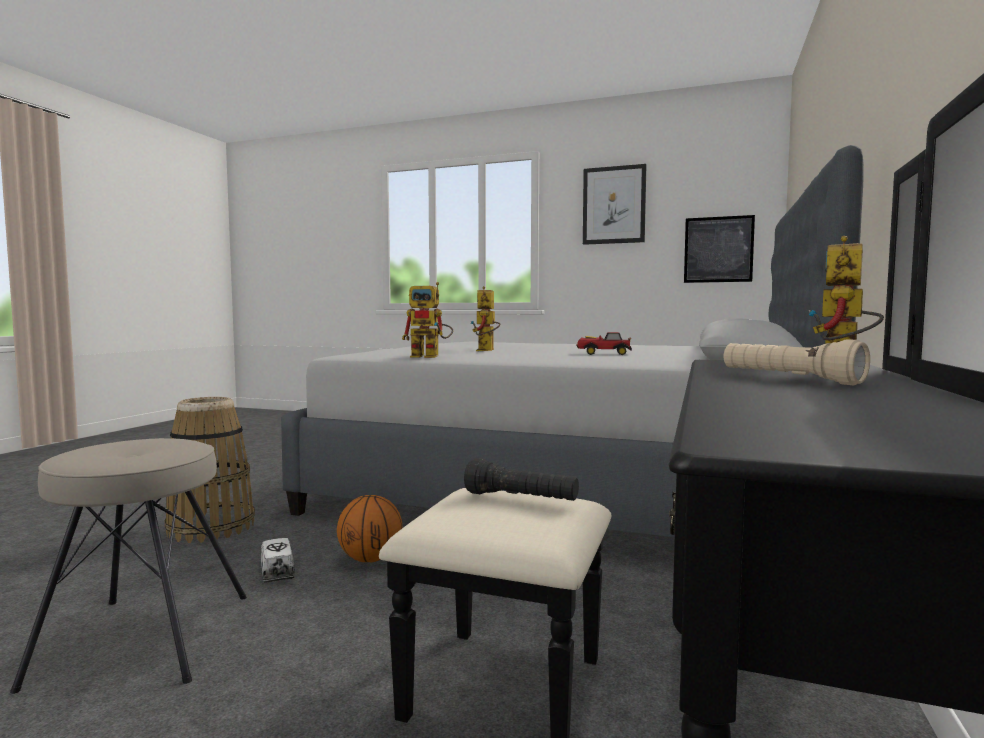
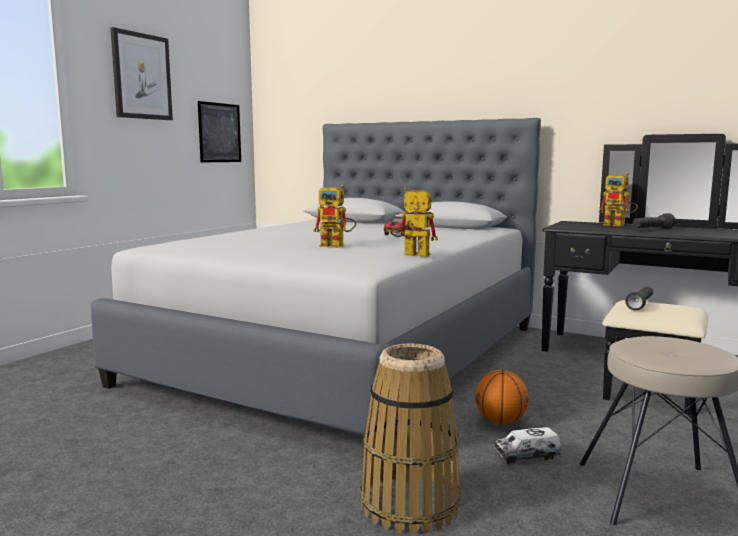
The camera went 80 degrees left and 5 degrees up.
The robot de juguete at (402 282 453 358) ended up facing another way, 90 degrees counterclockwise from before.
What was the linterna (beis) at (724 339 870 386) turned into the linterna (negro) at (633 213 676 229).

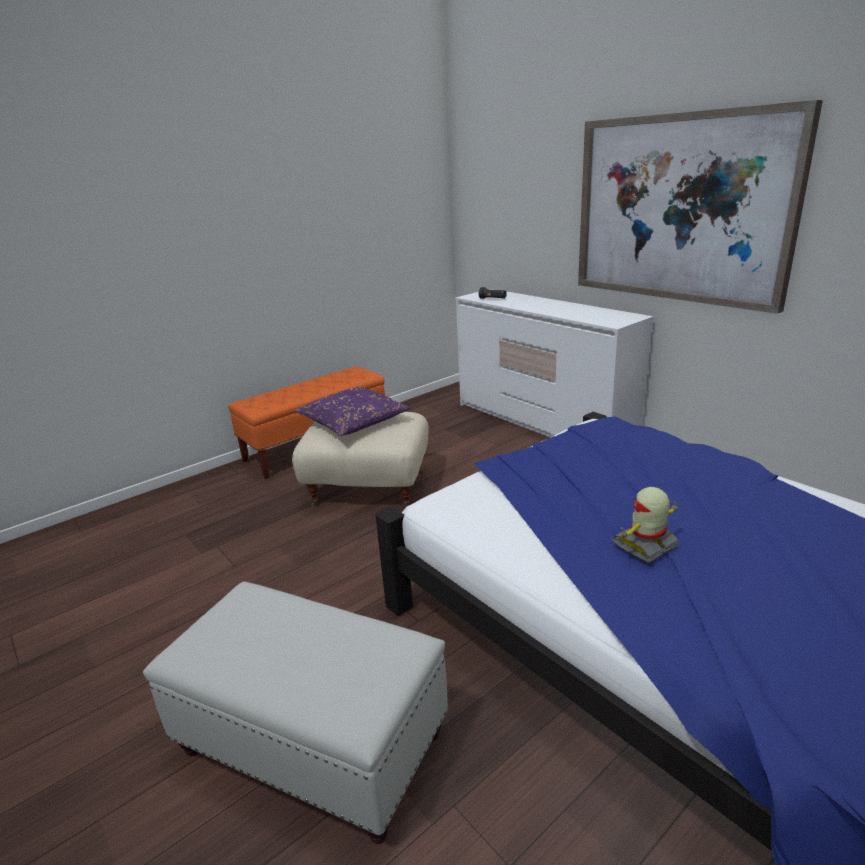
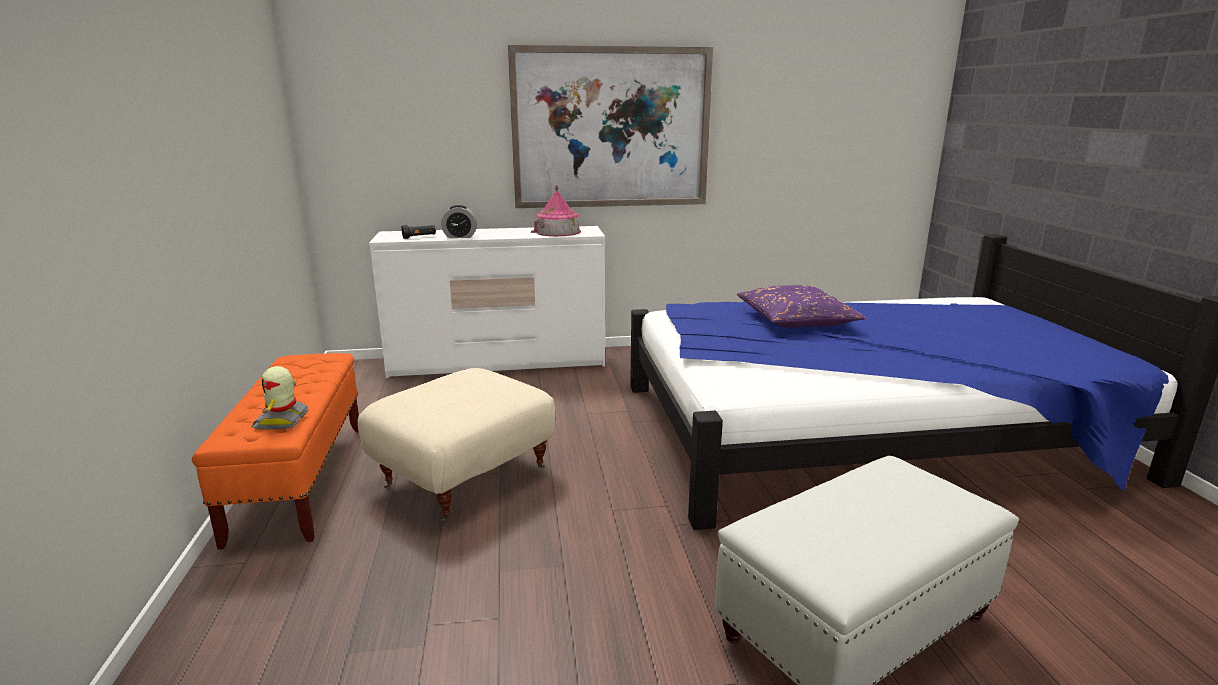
The camera went 60 degrees left and 5 degrees down.
The robot de juguete ended up elsewhere, having gone from (612 487 680 563) to (252 366 309 429).
The second view gained the despertador at (441 205 477 238).
The second view gained the casita at (531 185 581 236).
The cojín (morado) ended up elsewhere, having gone from (295 387 410 436) to (737 285 866 328).

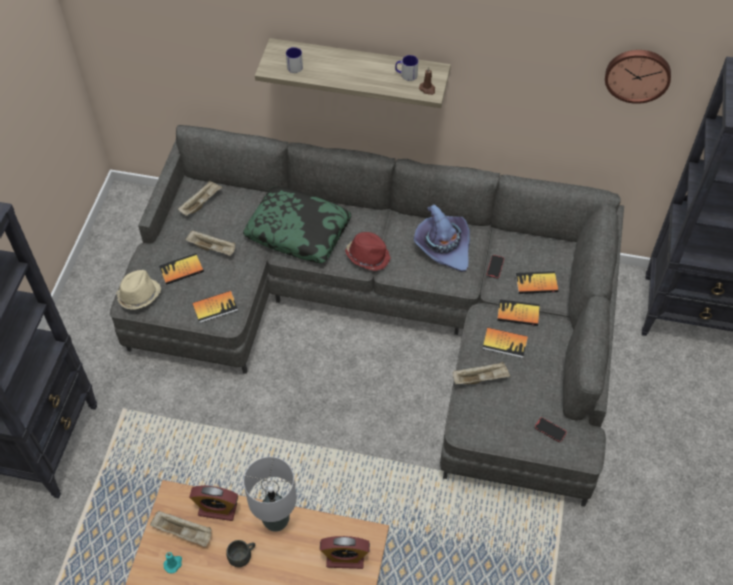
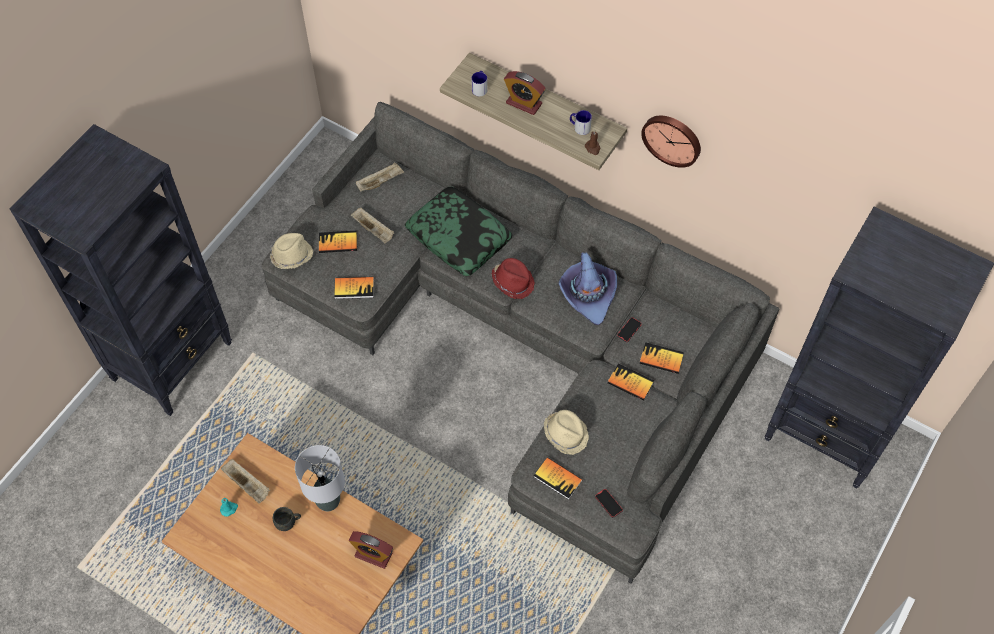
The camera went 20 degrees right and 5 degrees up.
The despertador ended up elsewhere, having gone from (189 486 238 521) to (504 71 546 115).
The libro ended up elsewhere, having gone from (483 327 528 358) to (534 457 583 500).
Where the bandeja (beis) stood at (453 362 510 384), the sombrero (beis) came to stand at (544 410 589 455).
The reloj de pared ended up elsewhere, having gone from (605 50 671 104) to (641 116 701 168).

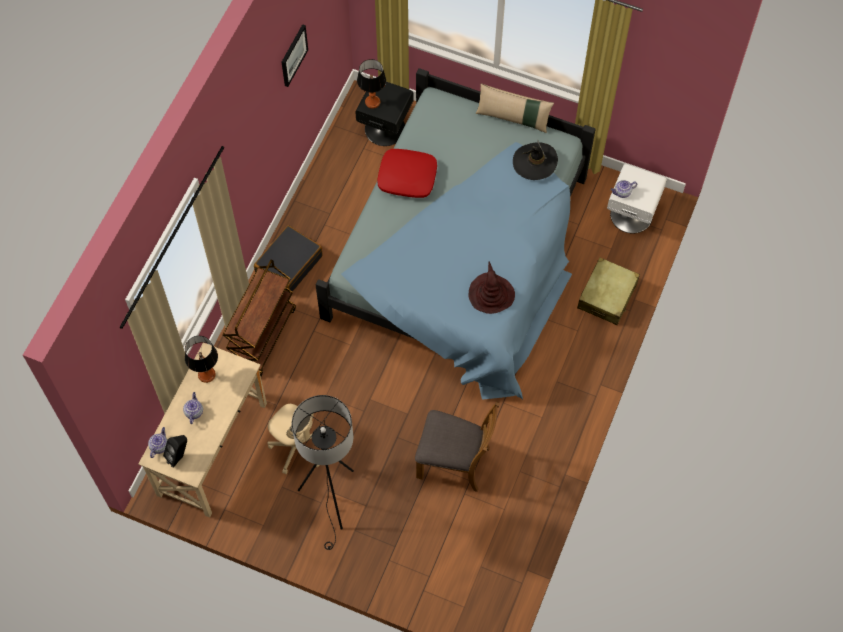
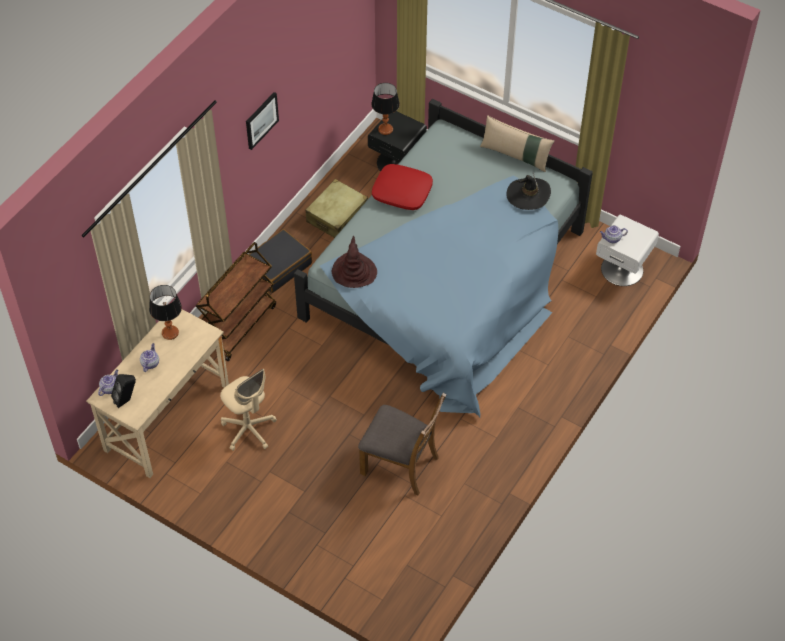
The camera went 10 degrees right and 10 degrees down.
The cuadro ended up elsewhere, having gone from (282 24 308 87) to (246 92 279 150).
The maleta (beis) ended up elsewhere, having gone from (577 257 640 325) to (306 179 368 238).
The sombrero (marrón) ended up elsewhere, having gone from (469 262 515 314) to (332 235 377 288).
The second view lost the lámpara de pie (negro) at (292 395 354 550).

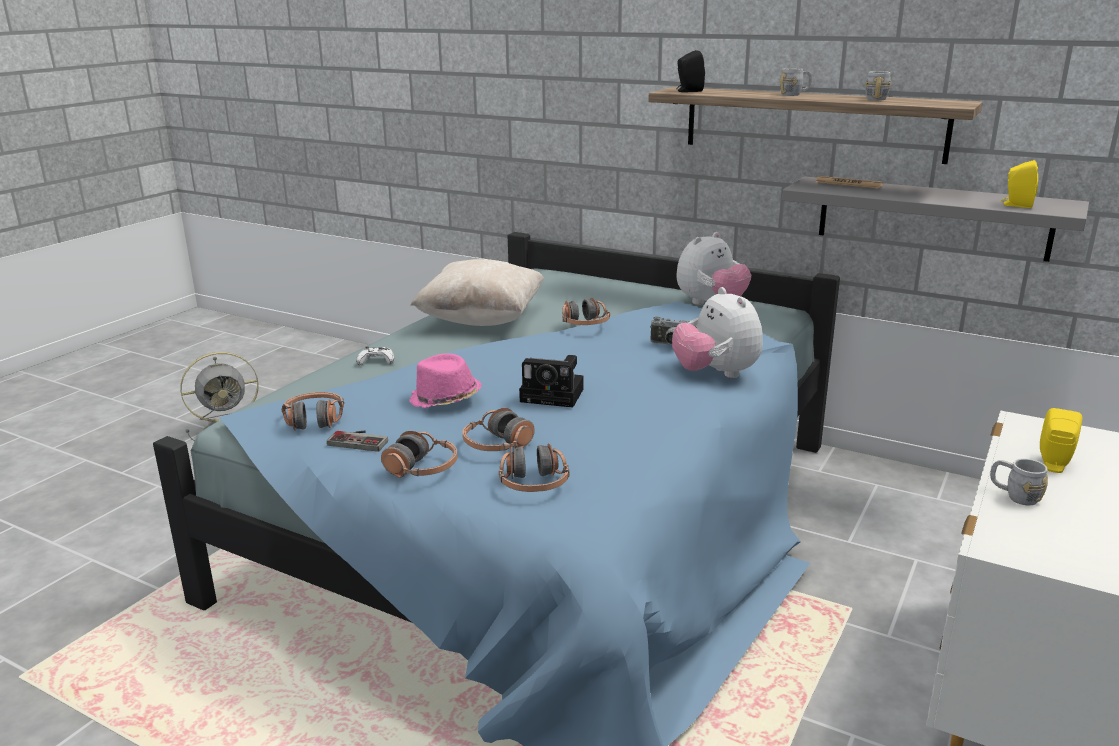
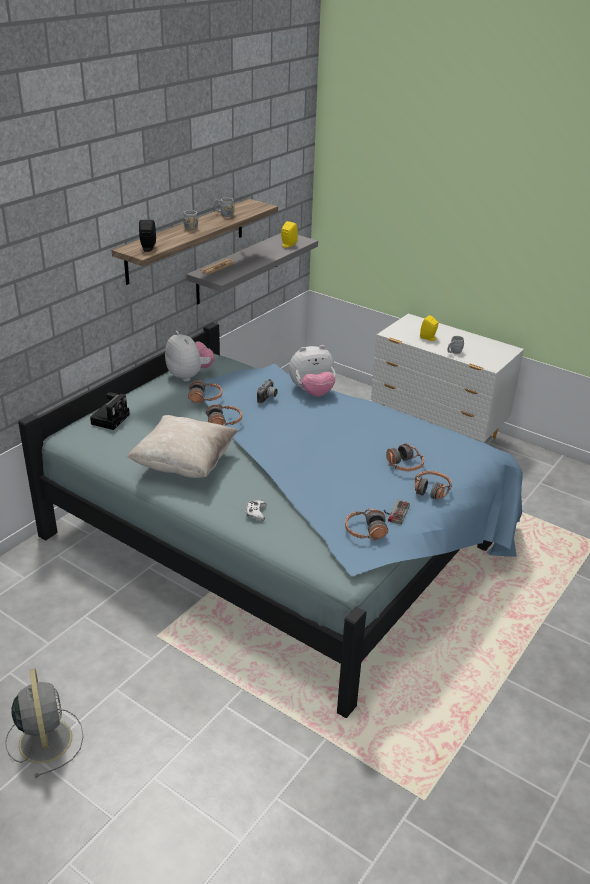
The camera went 85 degrees left and 10 degrees up.
The cámara ended up elsewhere, having gone from (519 355 584 407) to (90 392 130 430).
The auriculares ended up elsewhere, having gone from (499 444 570 492) to (188 380 222 403).
The second view lost the sombrero (rosa) at (409 353 482 408).

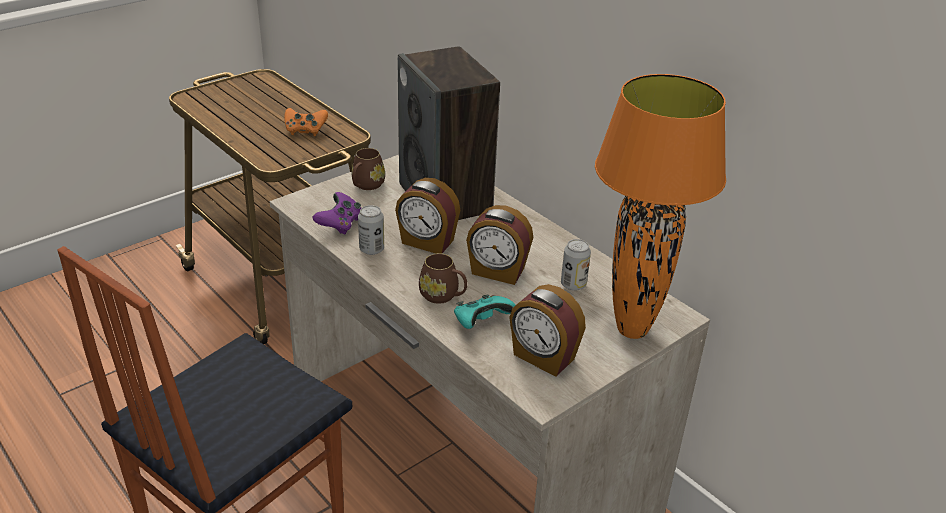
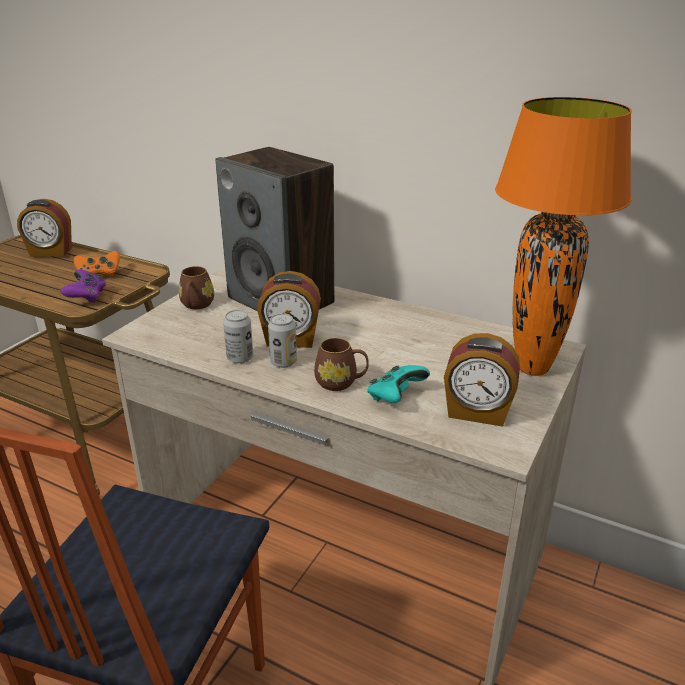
The camera went 20 degrees left and 5 degrees down.
The despertador ended up elsewhere, having gone from (466 205 533 285) to (17 199 72 257).
The mando de consola (morado) ended up elsewhere, having gone from (312 192 361 235) to (61 270 106 303).
The lata ended up elsewhere, having gone from (561 239 591 291) to (268 313 297 368).

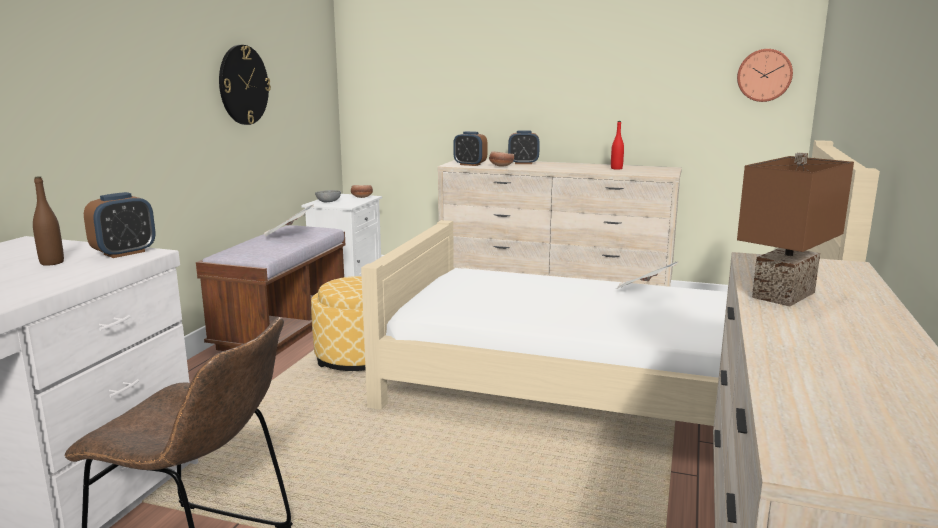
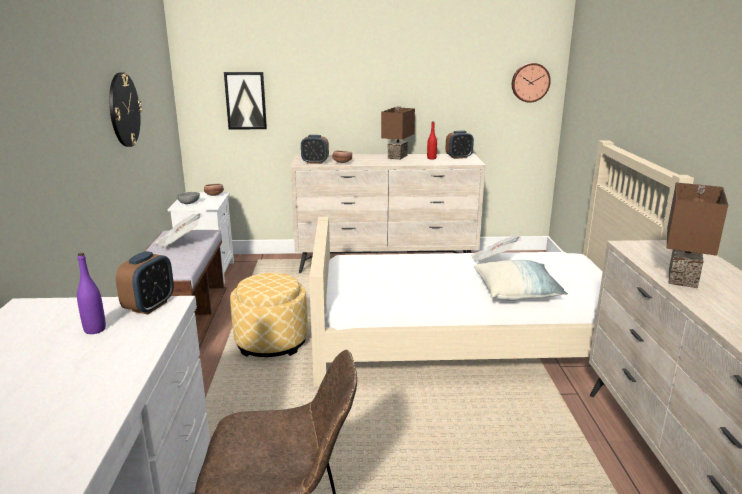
The camera went 20 degrees left and 5 degrees up.
What was the botella (marrón) at (33 176 64 266) turned into the botella (morado) at (77 253 106 334).
The second view gained the cuadro at (224 72 267 130).
The second view gained the lámpara de mesa (marrón) at (381 106 415 160).
The despertador ended up elsewhere, having gone from (508 130 540 164) to (445 131 474 159).
The second view gained the cojín at (474 260 568 301).

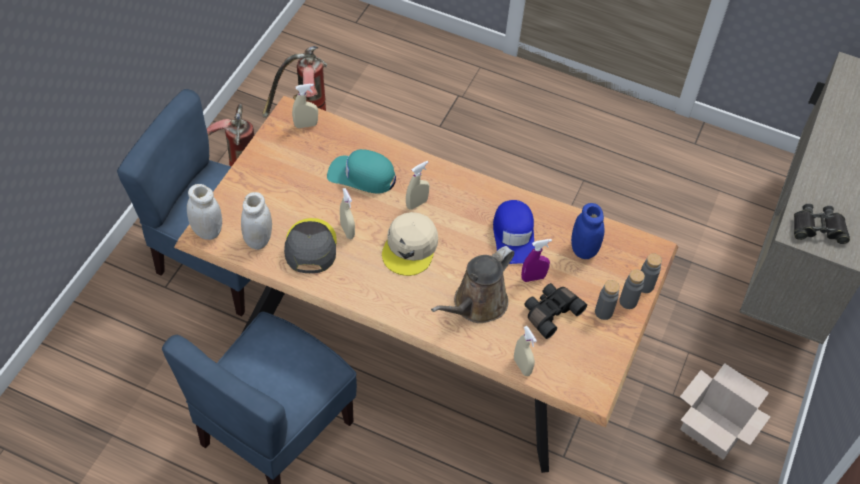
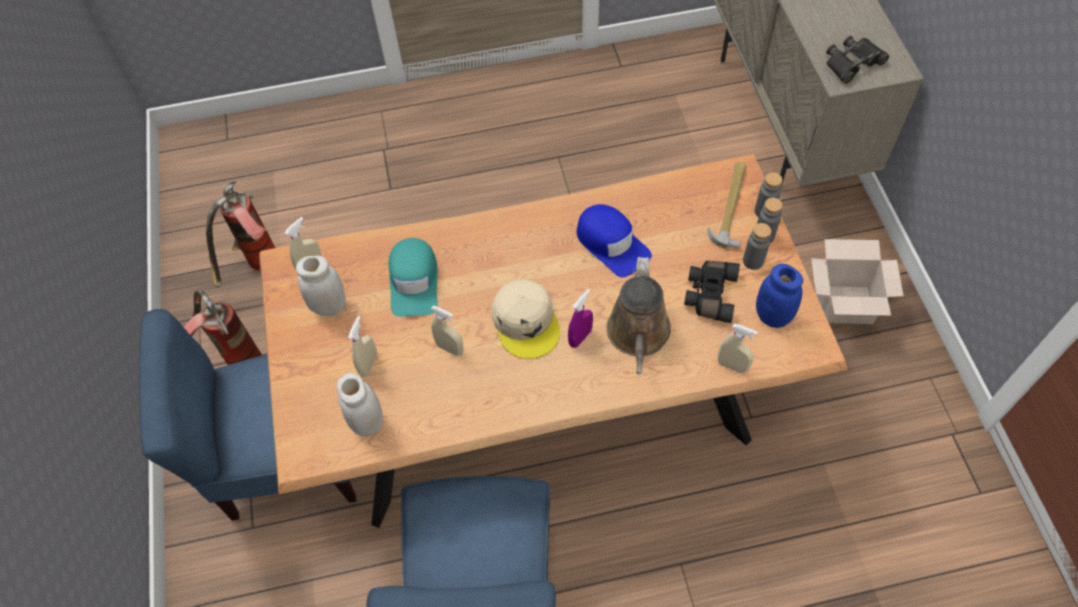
The camera went 30 degrees left and 5 degrees up.
The tarro (blanco) ended up elsewhere, having gone from (187 184 222 240) to (296 255 346 316).
The pulverizador (beis) ended up elsewhere, having gone from (406 161 429 210) to (348 316 377 377).
The gorra (turquesa) at (327 149 396 194) ended up facing another way, 75 degrees counterclockwise from before.
The pulverizador (morado) ended up elsewhere, having gone from (521 239 552 282) to (568 289 593 348).
The second view gained the martillo at (707 162 746 249).
The tarro (azul) ended up elsewhere, having gone from (571 203 604 259) to (756 264 803 328).
The second view lost the gorra (gris) at (284 218 337 273).

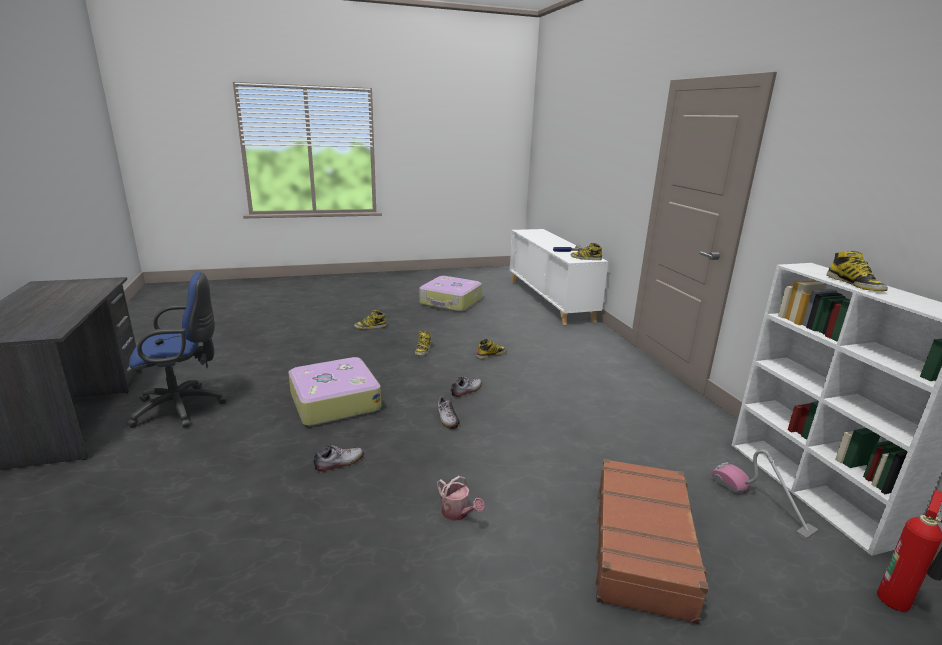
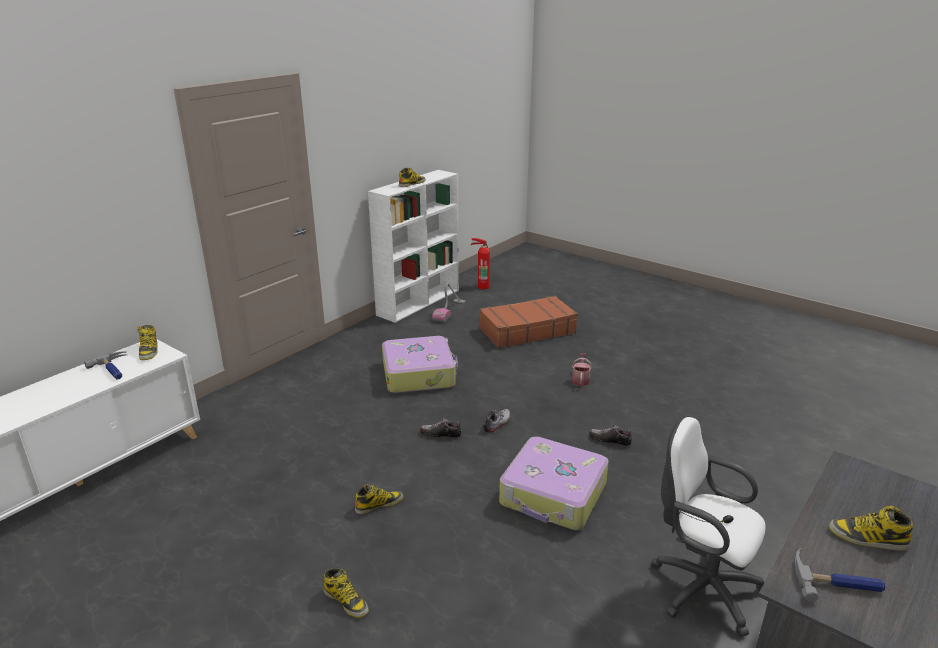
The camera went 125 degrees left and 5 degrees up.
The maleta ended up elsewhere, having gone from (419 276 482 312) to (382 336 458 393).
What was the silla de oficina (azul) at (127 272 227 428) turned into the silla de oficina (blanco) at (650 416 766 637).
The second view gained the martillo at (794 548 885 602).
The bota ended up elsewhere, having gone from (477 339 507 359) to (828 506 913 551).

